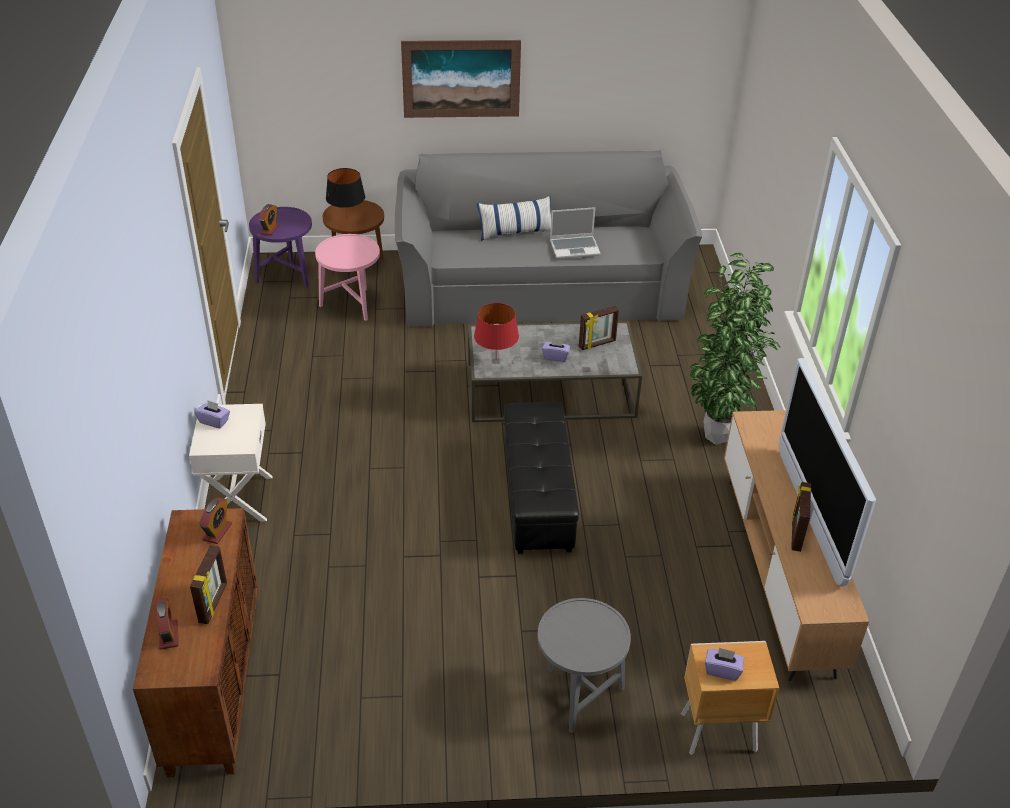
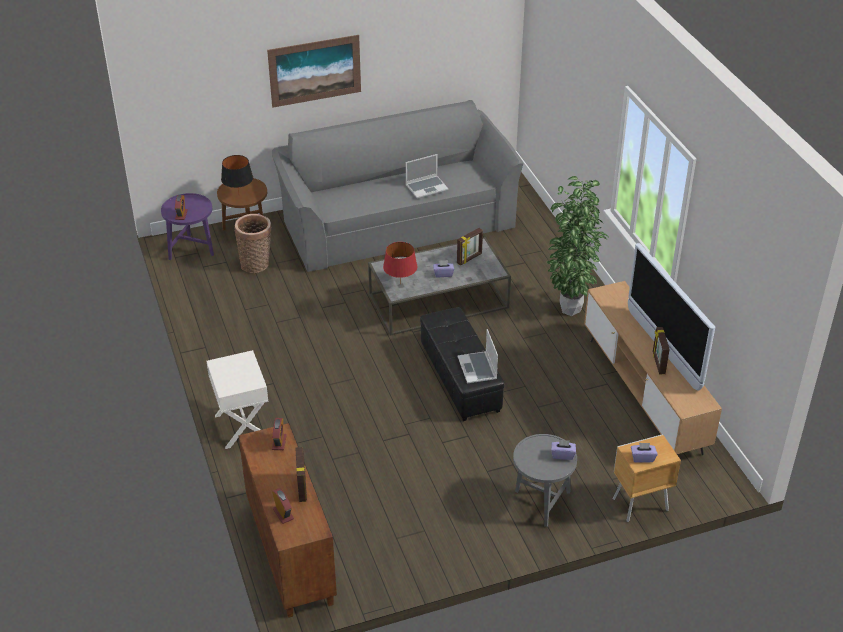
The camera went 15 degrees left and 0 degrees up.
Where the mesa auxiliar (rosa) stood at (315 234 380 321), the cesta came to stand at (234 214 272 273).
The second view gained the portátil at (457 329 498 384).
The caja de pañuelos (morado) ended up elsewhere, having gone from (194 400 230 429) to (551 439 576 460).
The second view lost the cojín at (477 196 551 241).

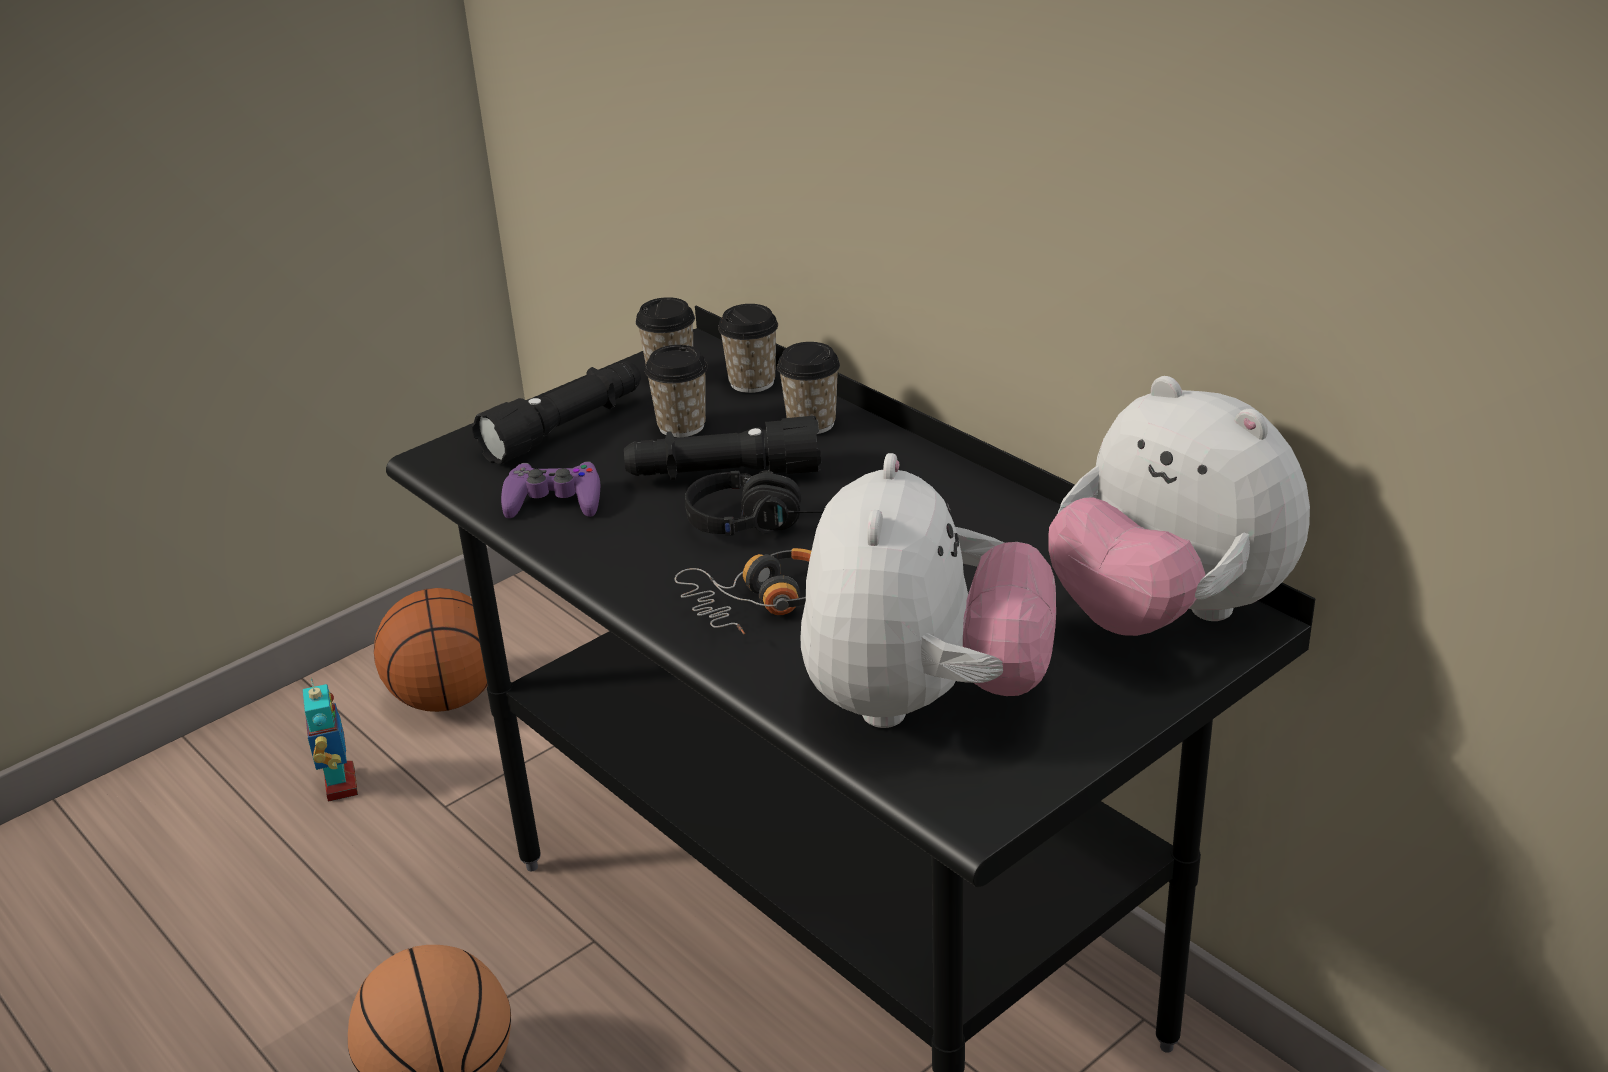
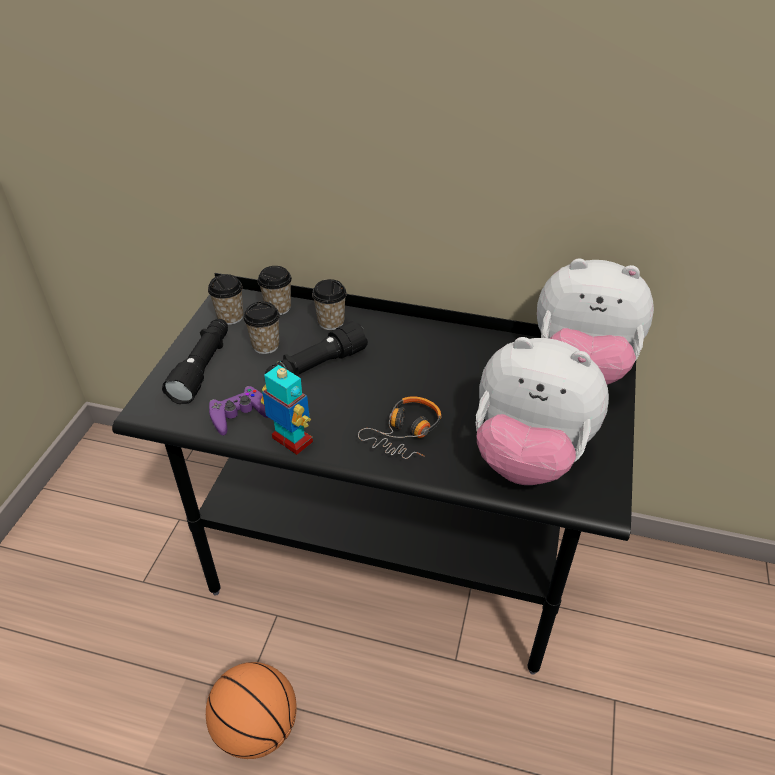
The camera went 35 degrees left and 10 degrees up.
The robot de juguete ended up elsewhere, having gone from (303 678 358 802) to (261 361 313 455).
The peluche at (801 453 1056 728) ended up facing another way, 135 degrees clockwise from before.
The second view lost the balón de baloncesto at (374 588 488 712).
The second view lost the auriculares (negro) at (685 470 824 535).

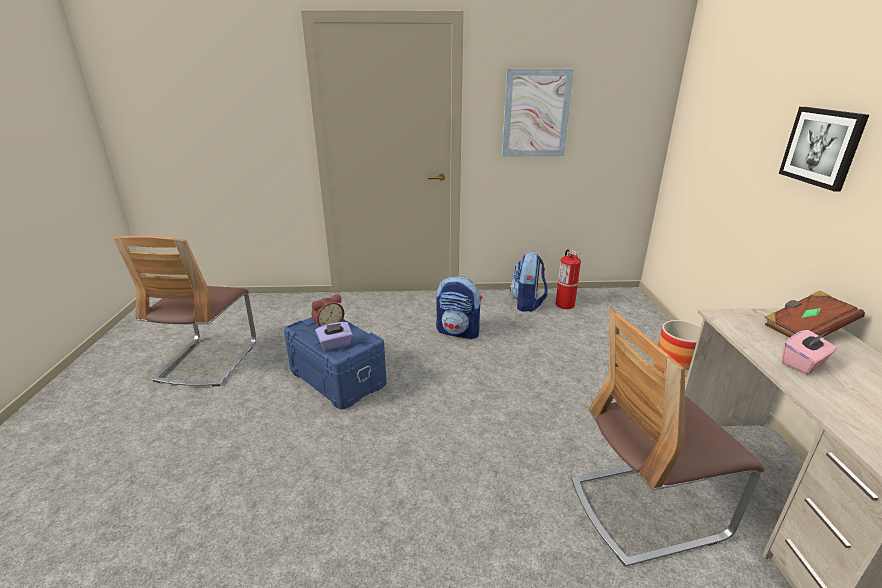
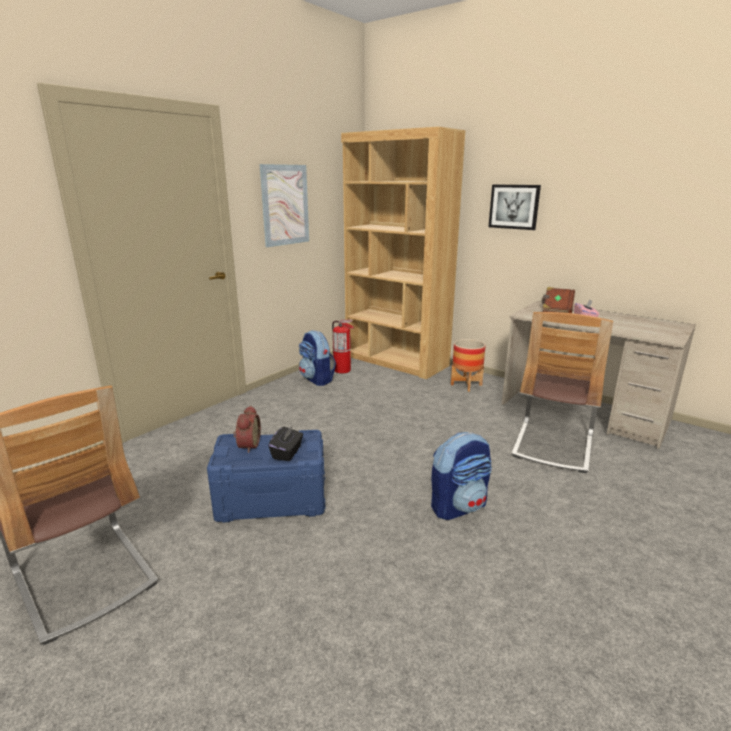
The camera went 50 degrees left and 5 degrees down.
What was the caja de pañuelos (morado) at (315 322 353 351) turned into the caja de pañuelos (negro) at (268 427 303 461).
The second view gained the estantería (marrón) at (341 127 465 379).
The mochila ended up elsewhere, having gone from (436 276 482 340) to (431 432 492 520).

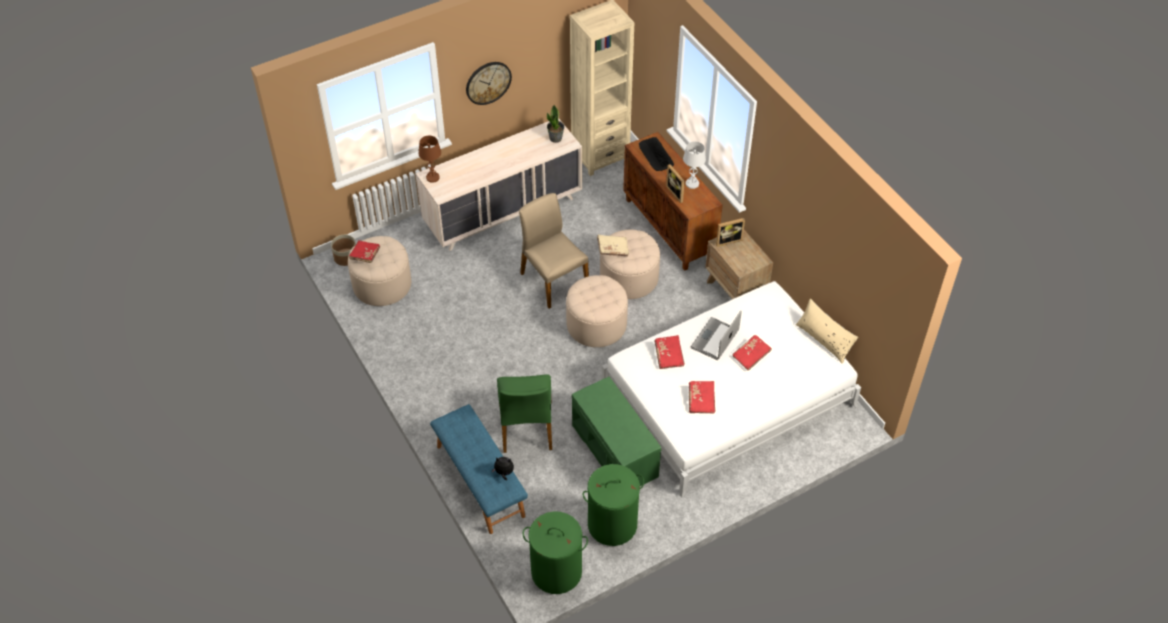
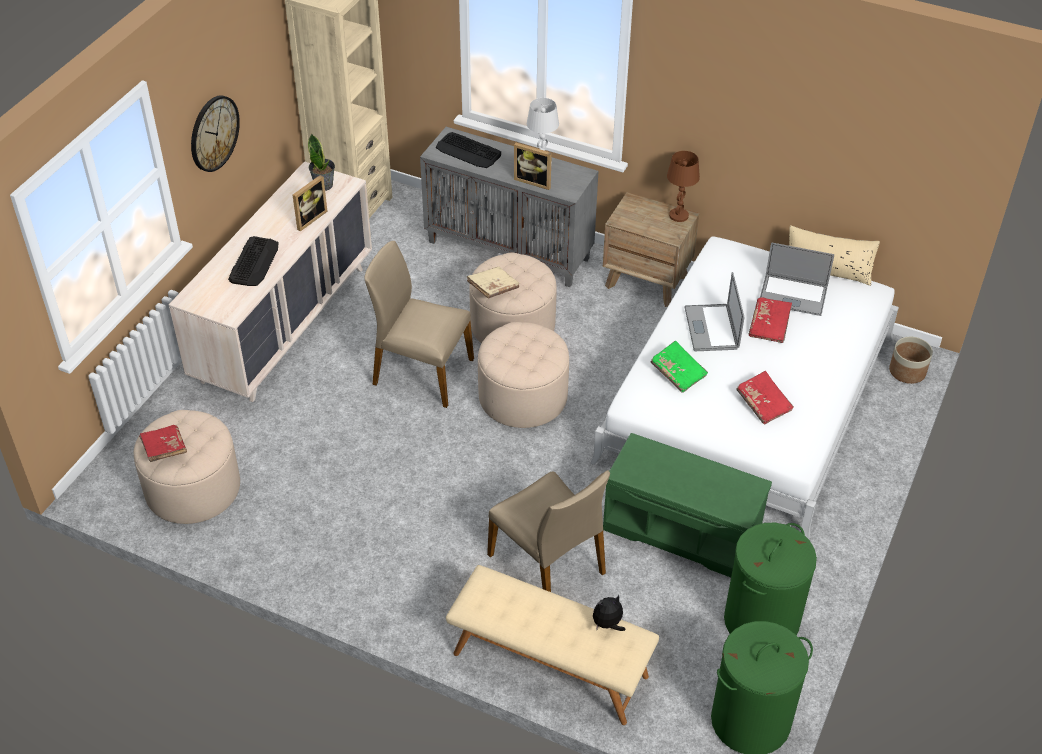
The camera went 35 degrees left and 5 degrees down.
The second view gained the teclado at (228 236 278 286).
The portarretratos ended up elsewhere, having gone from (716 218 745 247) to (293 175 328 232).
What was the armario (marrón) at (623 132 723 271) turned into the armario (gris) at (420 127 598 287).
What was the banco (azul) at (430 404 528 534) turned into the banco (beis) at (446 565 659 725).
What was the silla (verde) at (497 374 552 453) turned into the silla (beis) at (487 470 610 592).
What was the libro (rojo) at (654 335 685 369) turned into the libro (verde) at (651 341 708 393).
The lámpara de mesa (marrón) ended up elsewhere, having gone from (419 135 441 183) to (667 151 700 222).
The second view gained the portátil at (760 243 834 316).
The maceta ended up elsewhere, having gone from (331 235 356 266) to (889 337 933 384).

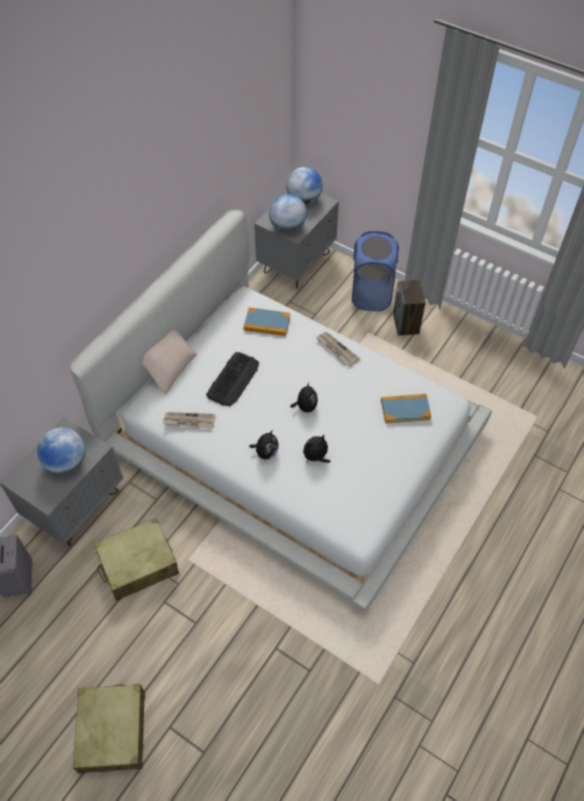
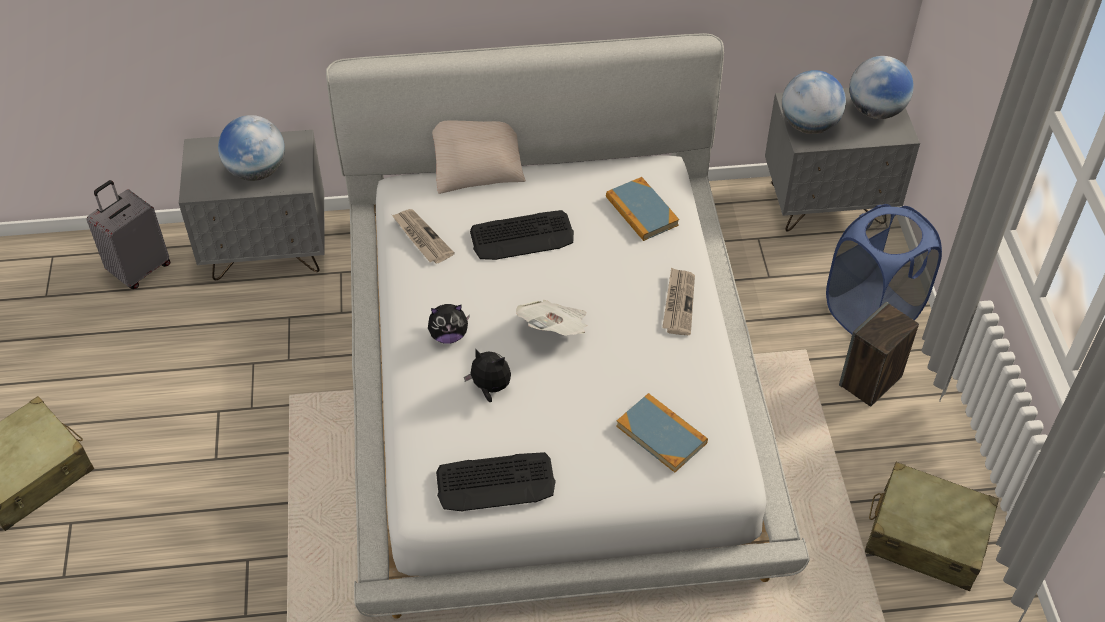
The camera went 50 degrees right and 5 degrees down.
The second view gained the teclado at (436 452 556 512).
Where the peluche stood at (290 382 318 412), the periódico came to stand at (516 300 587 336).
The maleta (beis) ended up elsewhere, having gone from (94 518 179 601) to (865 462 999 591).

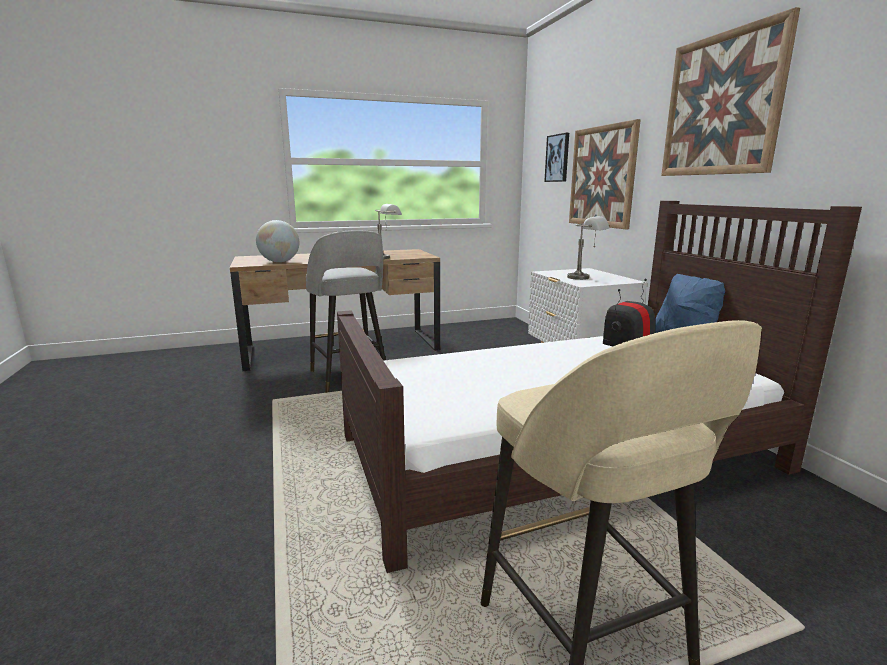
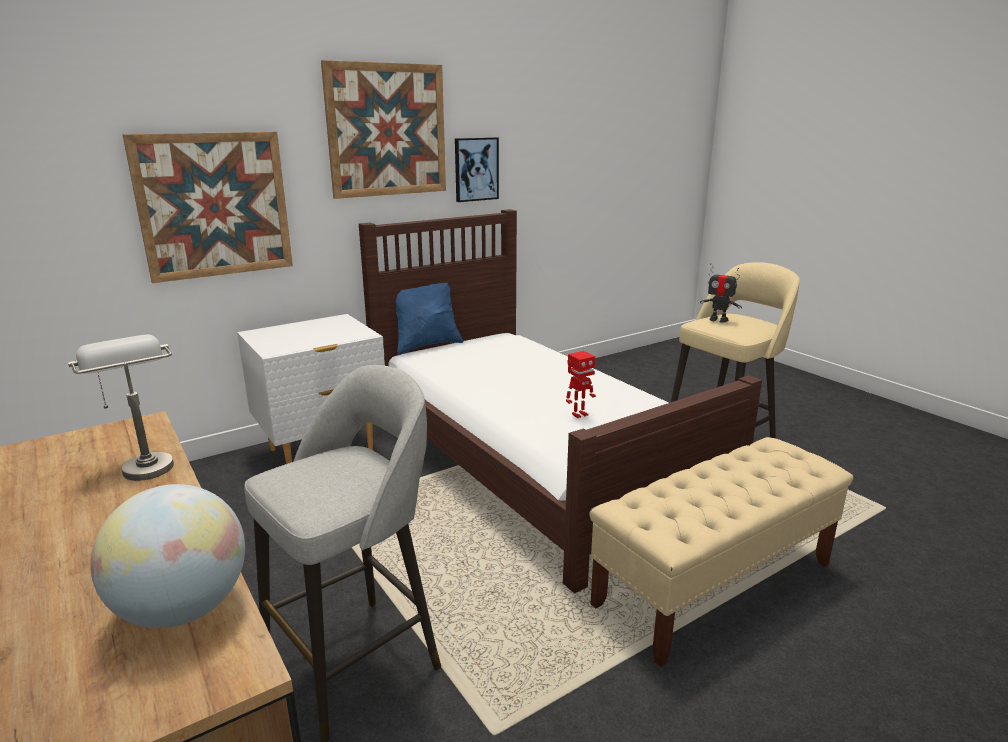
The camera went 105 degrees left and 5 degrees up.
The cuadro ended up elsewhere, having gone from (544 133 569 182) to (455 137 499 202).
The second view gained the robot de juguete at (566 351 596 418).
The second view gained the banco (beis) at (590 437 853 667).
The second view lost the lámpara de mesa (gris) at (567 216 609 280).

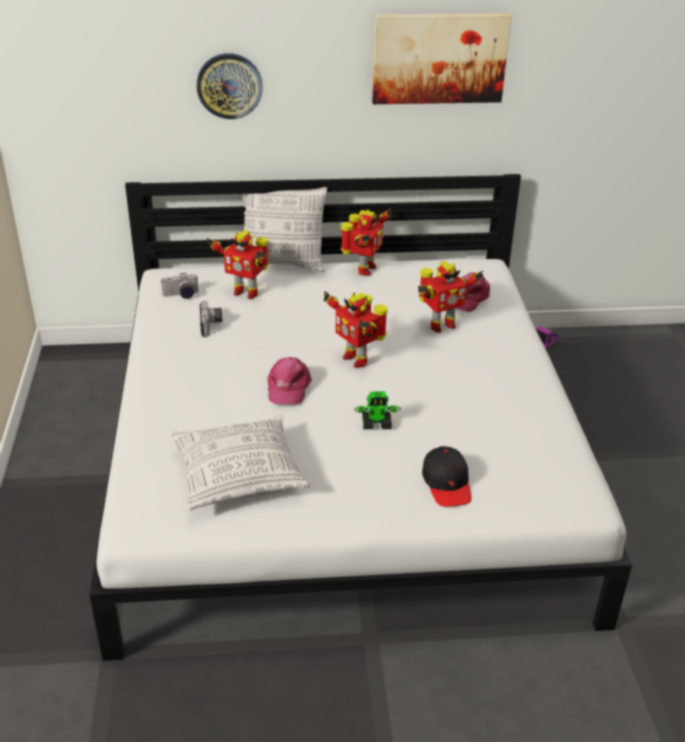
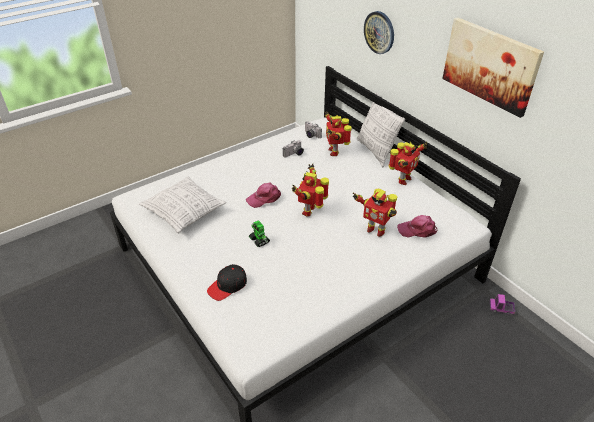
The camera went 60 degrees right and 5 degrees up.
The robot de juguete at (341 207 392 276) ended up facing another way, 45 degrees counterclockwise from before.

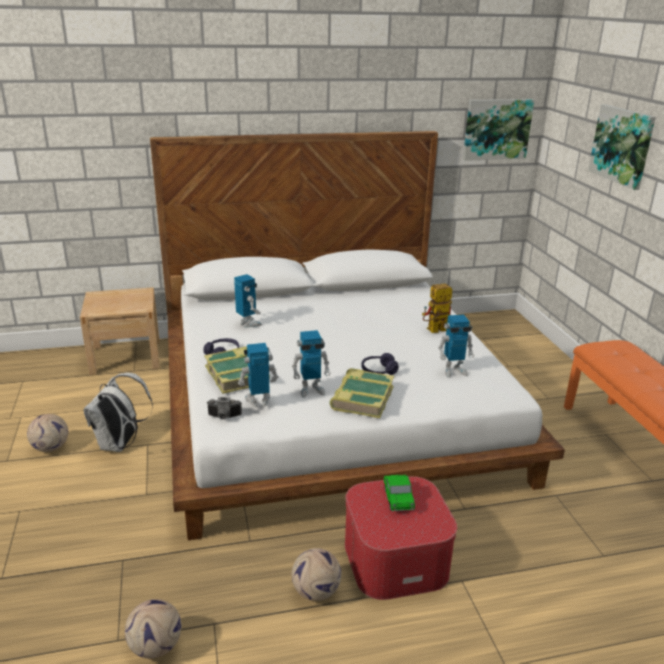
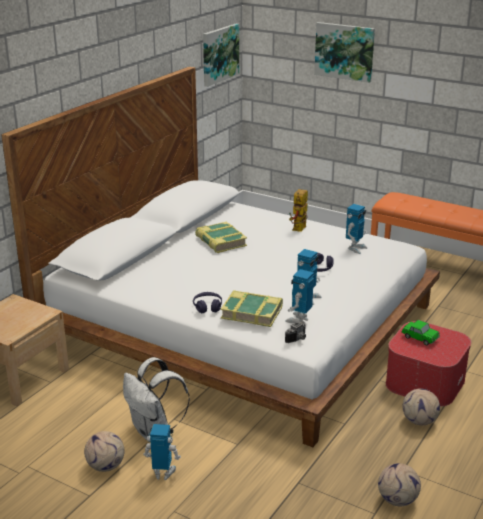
The camera went 45 degrees left and 0 degrees up.
The robot de juguete ended up elsewhere, having gone from (234 274 263 328) to (144 424 181 480).
The libro ended up elsewhere, having gone from (330 368 394 418) to (195 222 247 253).

